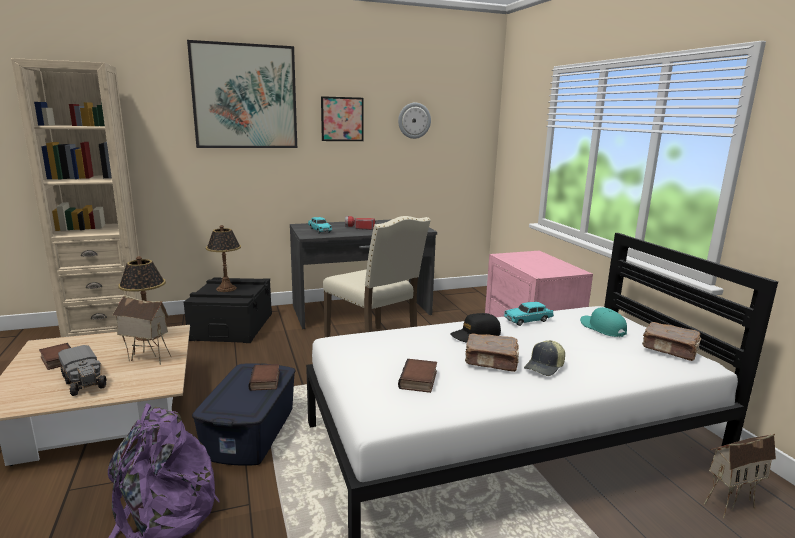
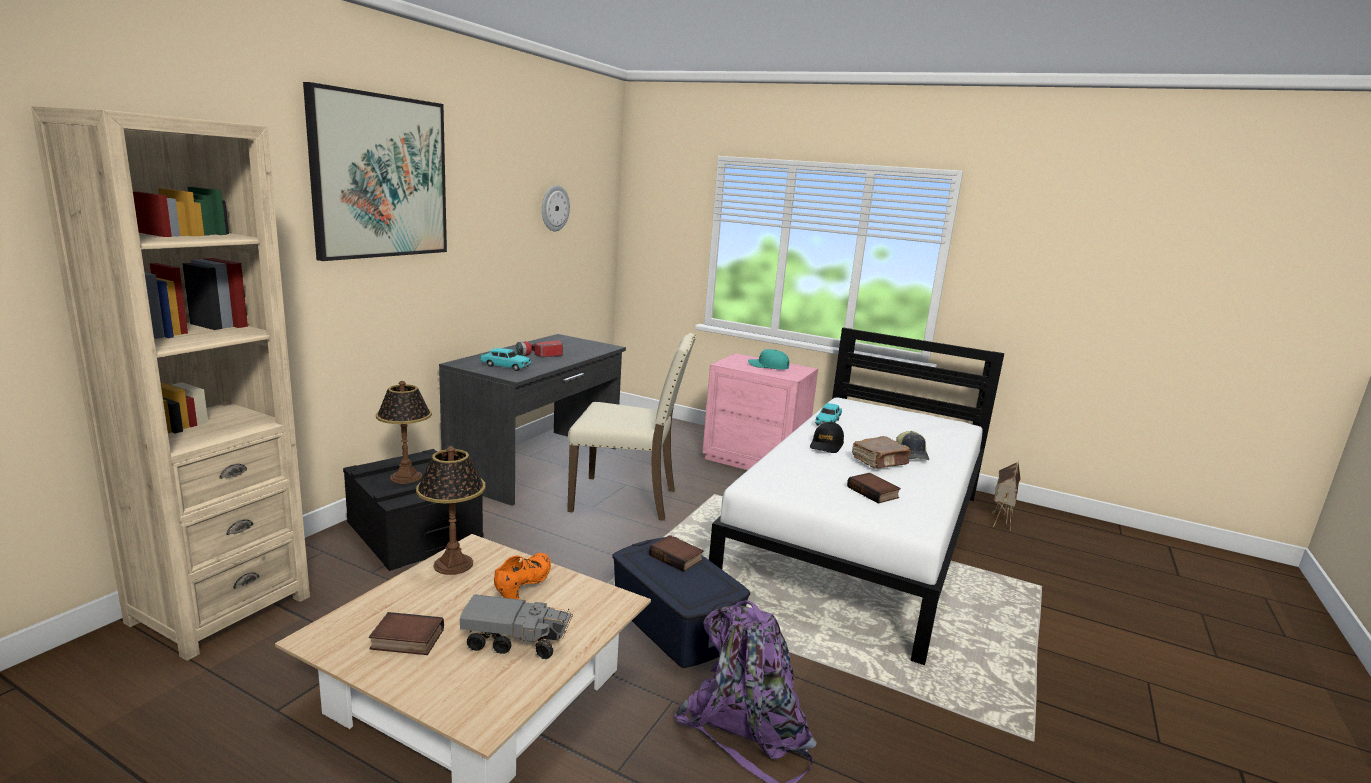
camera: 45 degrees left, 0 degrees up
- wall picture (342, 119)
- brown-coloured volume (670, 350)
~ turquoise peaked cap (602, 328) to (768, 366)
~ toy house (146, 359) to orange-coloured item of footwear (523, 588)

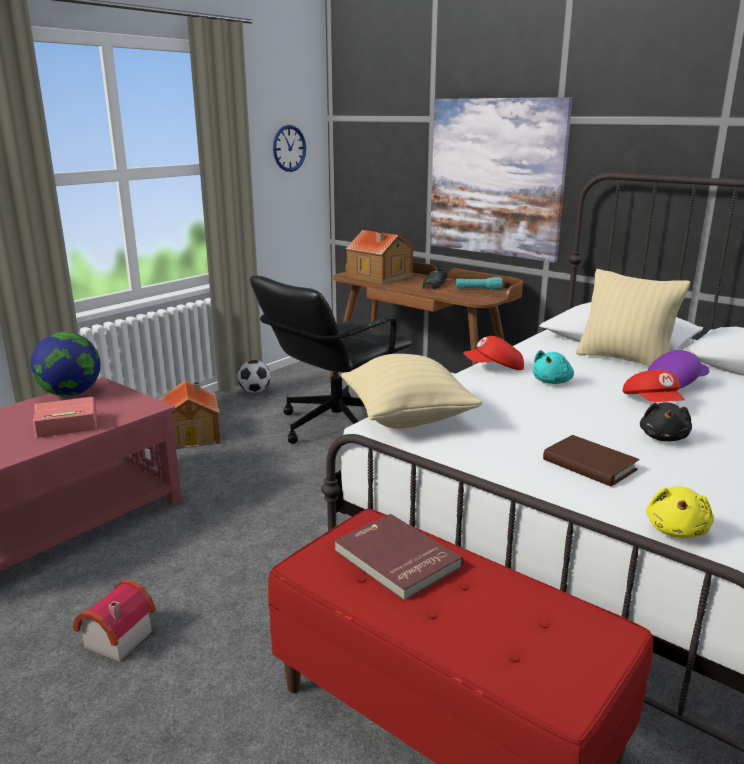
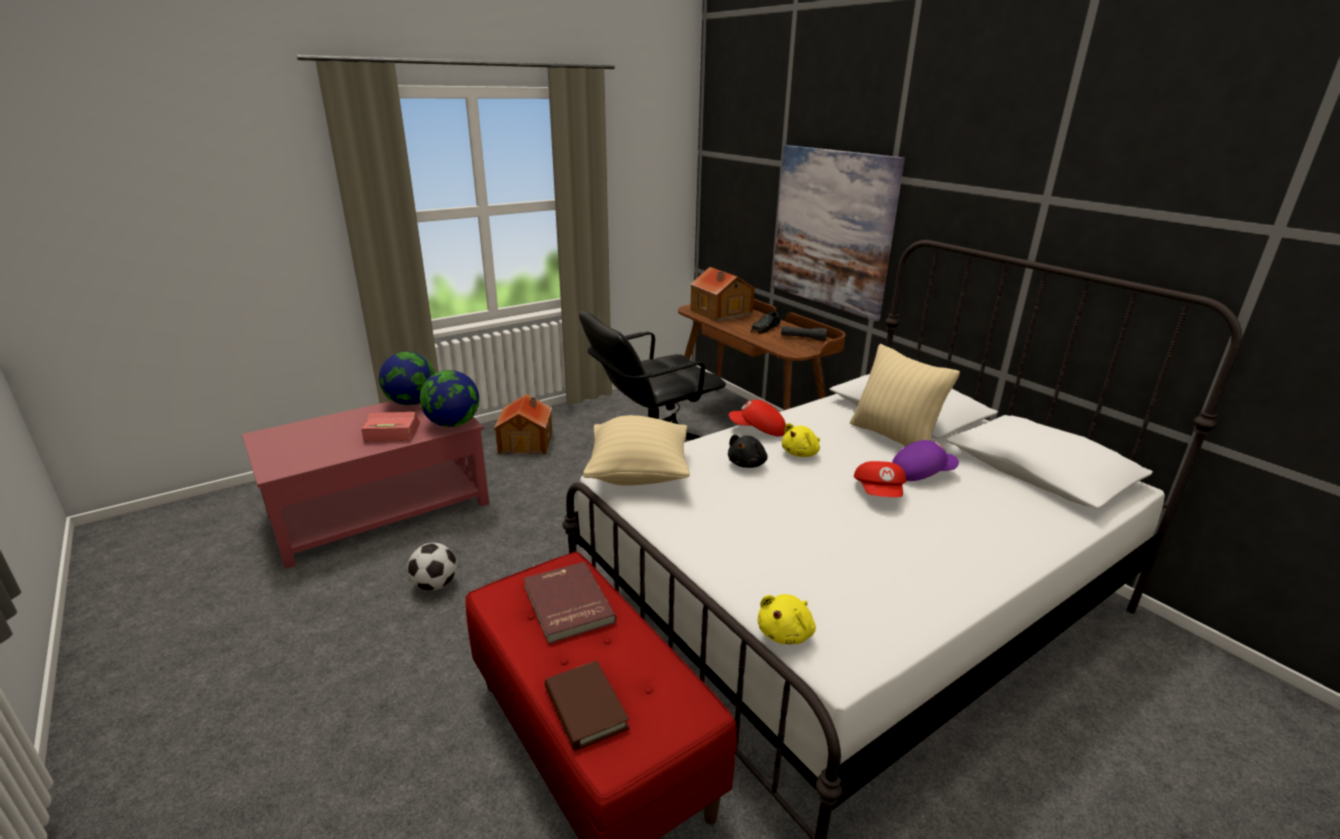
camera: 15 degrees right, 5 degrees up
- toy house (114, 639)
- clock on the wall (289, 148)
+ world globe (453, 424)
~ ball for football (254, 391) to (435, 585)
~ brown-coloured volume (589, 465) to (585, 708)
~ black soft toy (663, 437) to (747, 464)
~ turquoise hand torch (478, 289) to black hand torch (803, 338)
~ turquoise soft toy (552, 382) to yellow soft toy (801, 453)

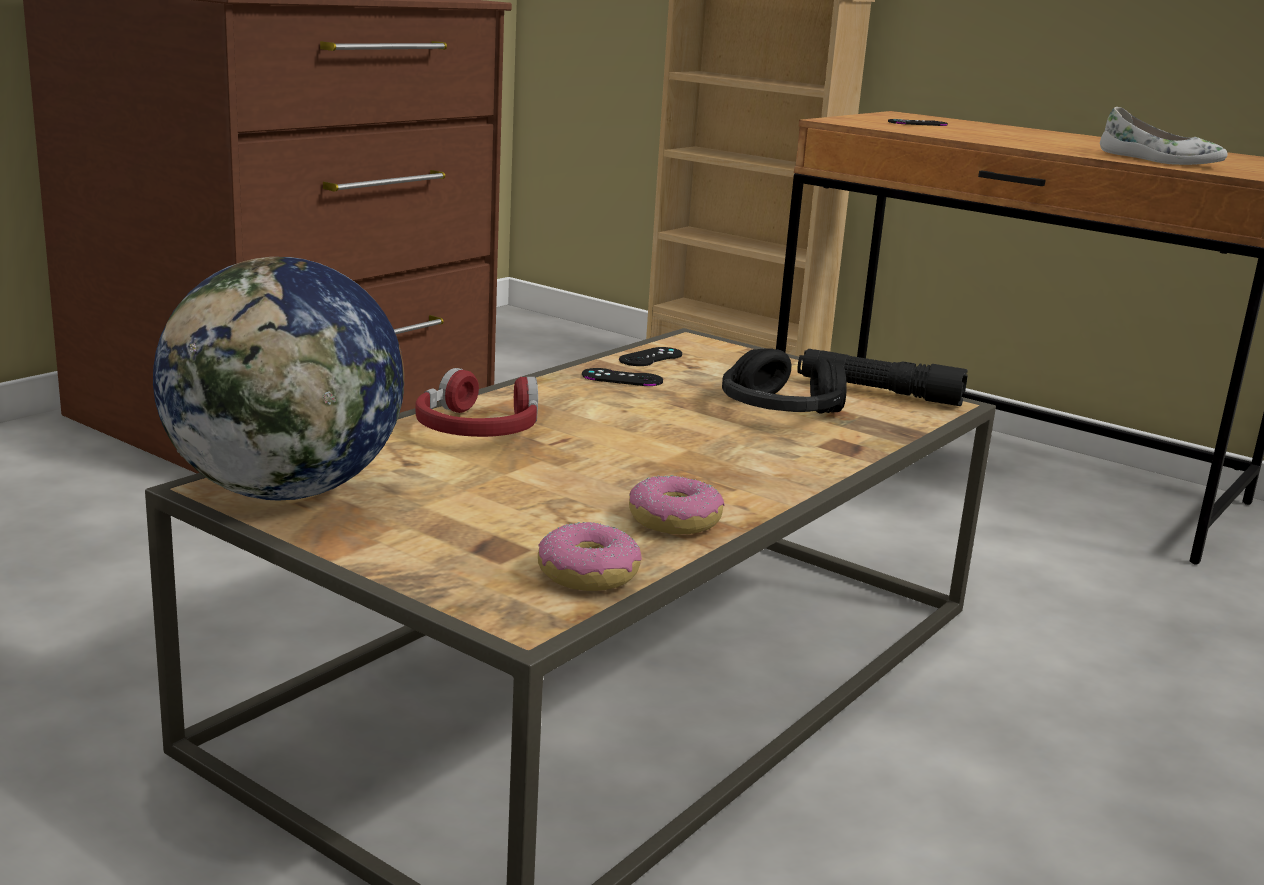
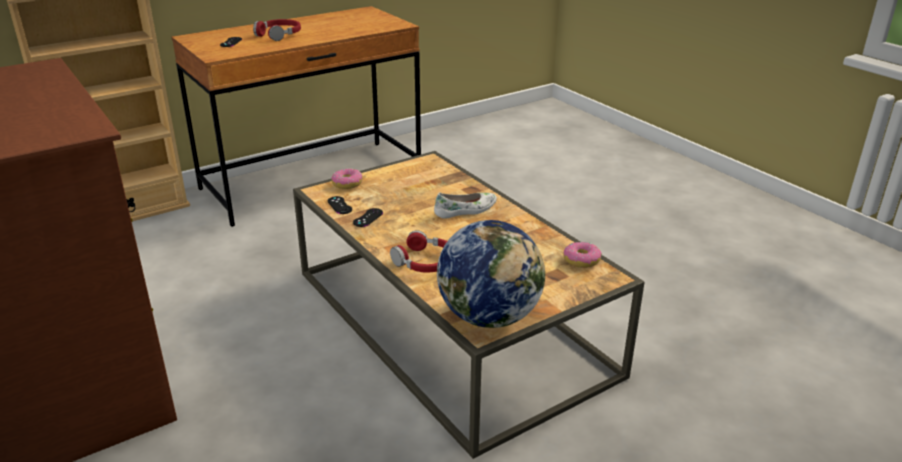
camera: 70 degrees left, 10 degrees up
- black headphones (780, 411)
- black hand torch (878, 392)
+ red headphones (279, 35)
~ ring doughnut (675, 521) to (347, 184)
~ white-coloured item of footwear (1158, 160) to (466, 210)

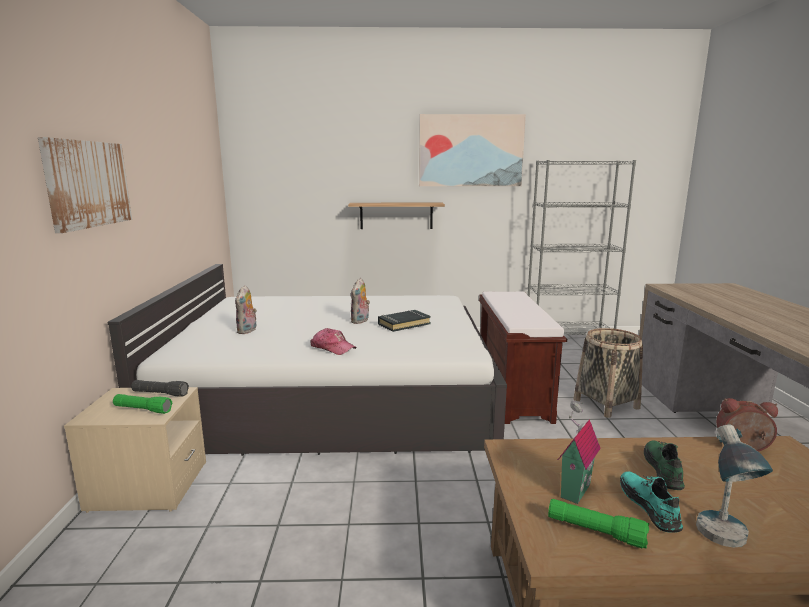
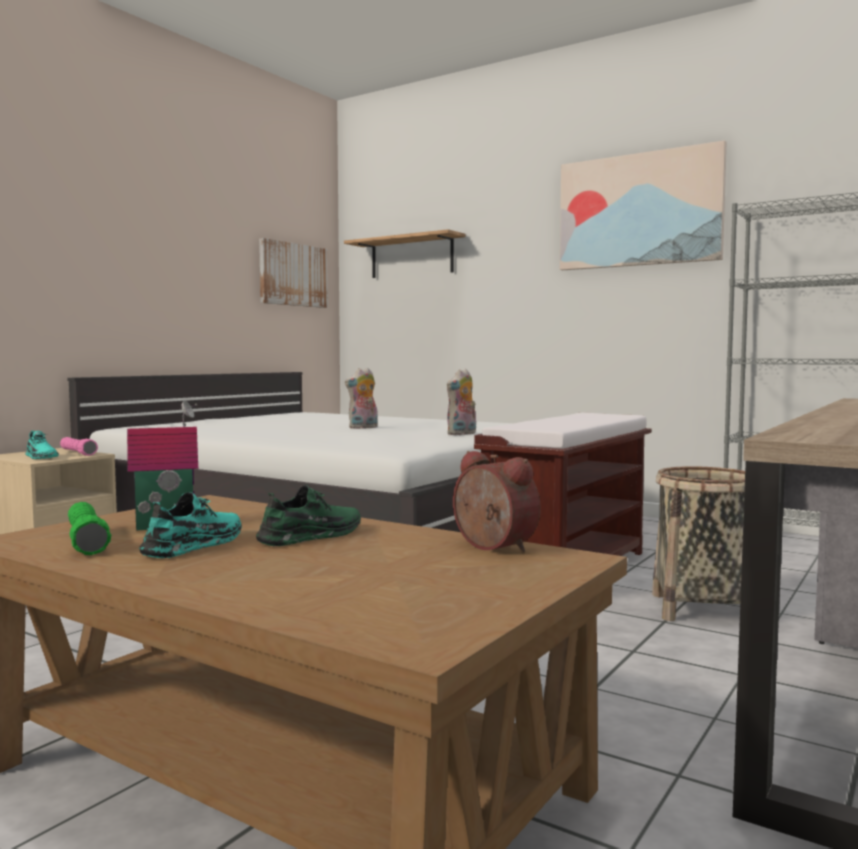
camera: 35 degrees right, 10 degrees down
- peaked cap (332, 348)
- black volume (404, 324)
- tabletop lamp (721, 544)
~ wall picture (87, 184) to (293, 274)
~ soft toy (247, 331) to (462, 434)
~ shelf (396, 215) to (412, 257)
~ greenish hand torch (143, 410) to turquoise item of footwear (41, 457)
~ black hand torch (160, 394) to pink hand torch (78, 453)

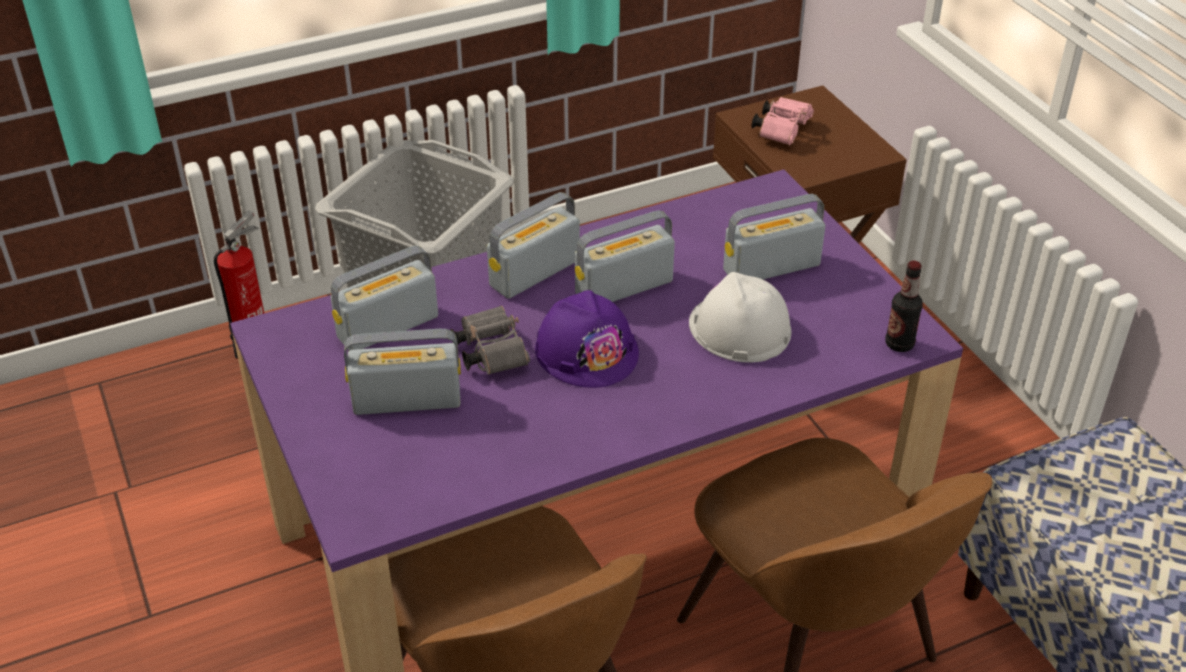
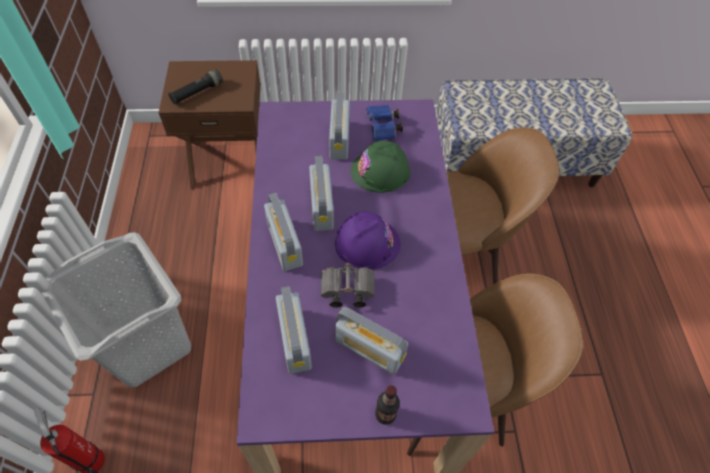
camera: 70 degrees left, 15 degrees up
+ blue pair of binoculars (383, 129)
~ bottle (899, 344) to (385, 414)
~ pink pair of binoculars (782, 130) to black hand torch (197, 93)
~ white-coloured hard hat (739, 328) to greenish hard hat (380, 171)
~ radio (406, 400) = (369, 349) 75 degrees counterclockwise

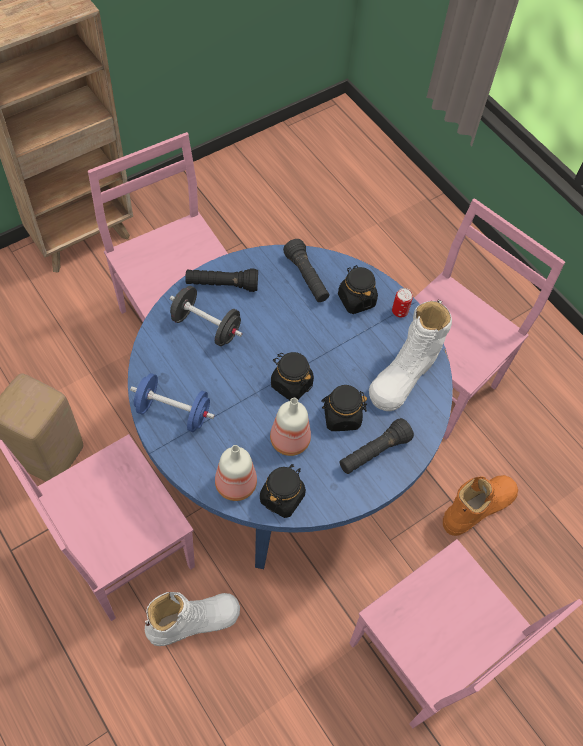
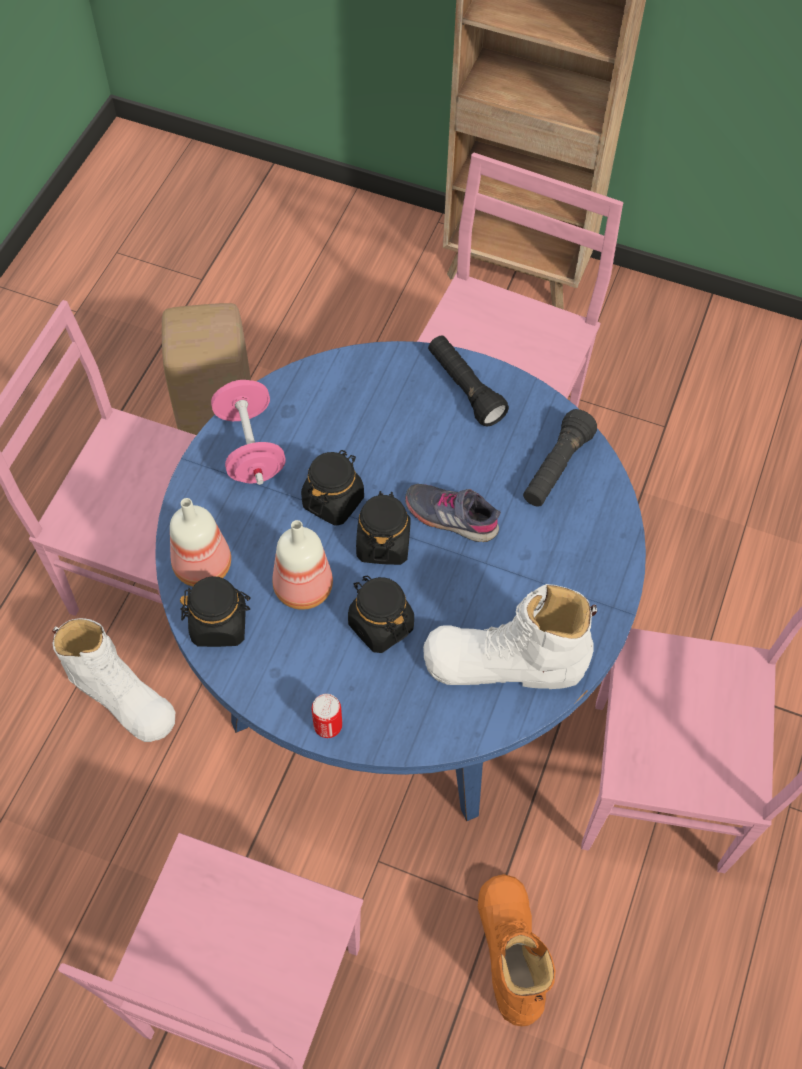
camera: 60 degrees right, 0 degrees up
- black dumbbell (206, 326)
- black hand torch (374, 453)
+ grey item of footwear (451, 516)
~ black jar (356, 300) to (333, 501)
~ sealed can (399, 311) to (328, 726)
~ blue dumbbell (173, 412) to pink dumbbell (250, 448)
~ orange-coloured tall boot (478, 507) = (510, 952) 120 degrees counterclockwise

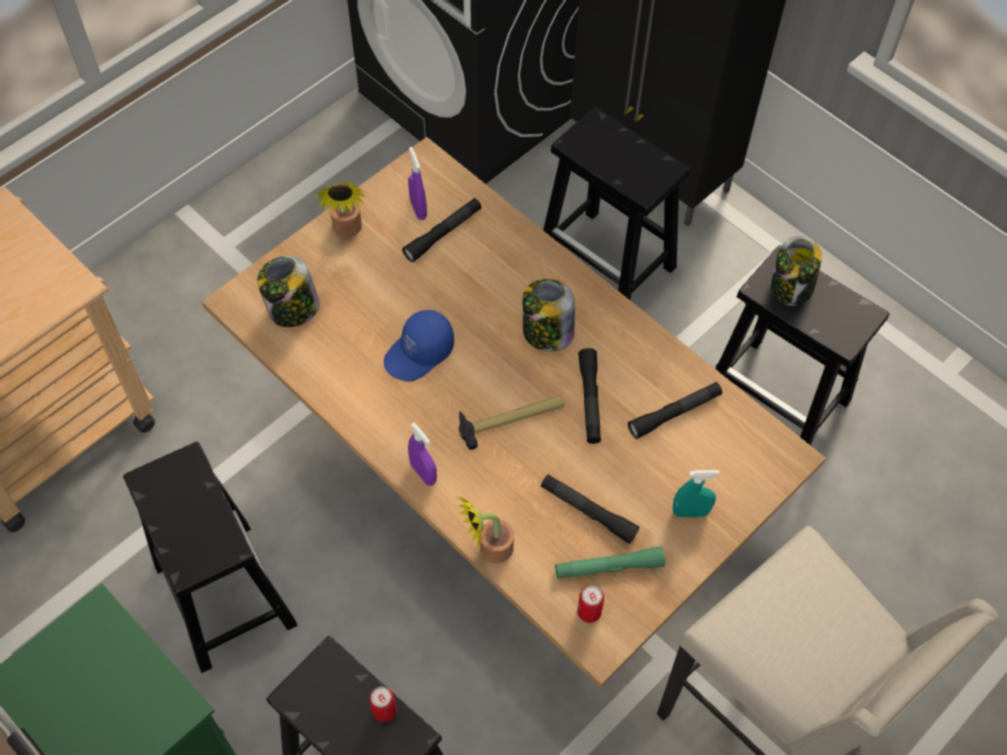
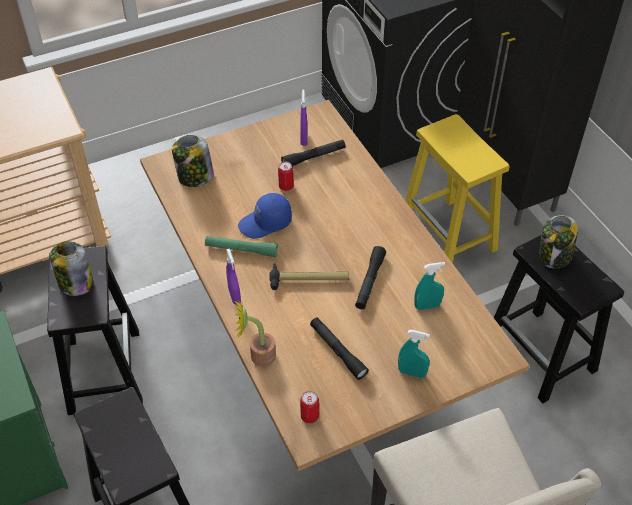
camera: 20 degrees right, 10 degrees down
- potted plant (347, 231)
~ sealed can (384, 710) to (286, 186)
~ jar (546, 333) to (75, 283)
~ greenish hand torch (609, 567) to (241, 250)
~ black hand torch (674, 413) to turquoise sprayer (427, 306)
~ black stool seat (608, 265) to yellow stool seat (449, 236)

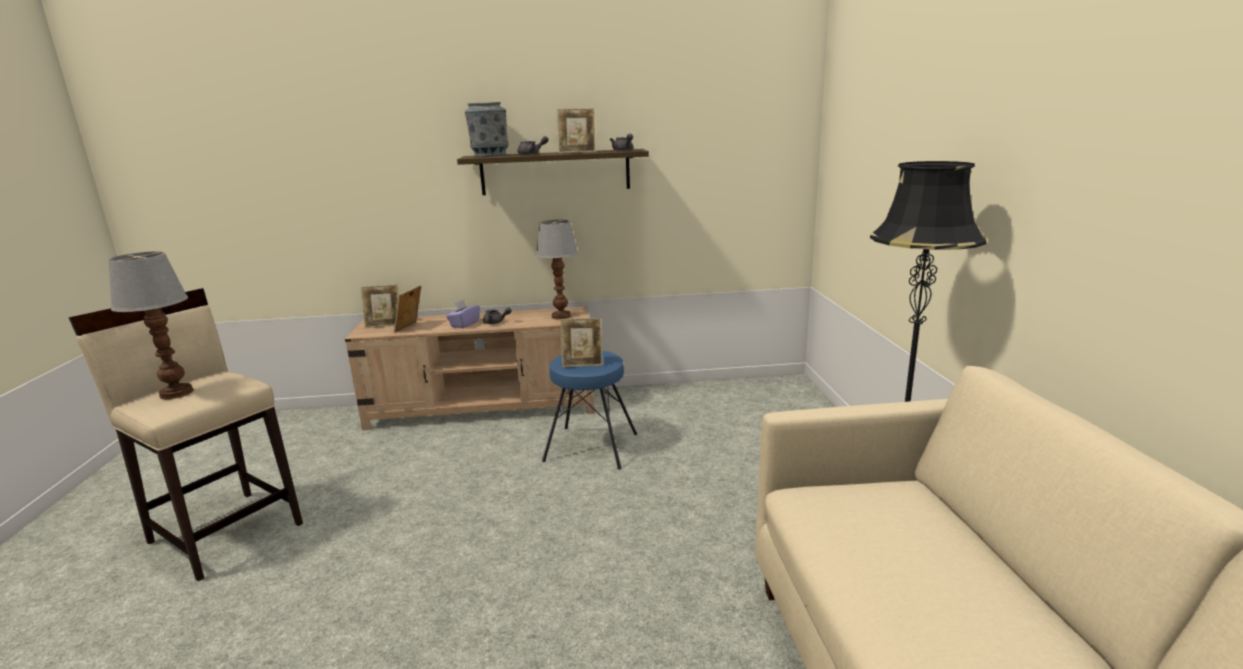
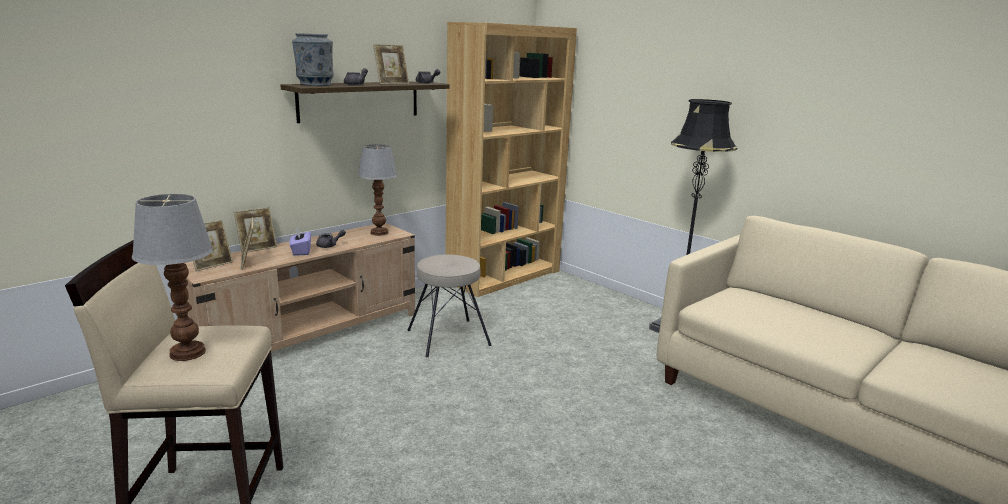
camera: 40 degrees left, 0 degrees up
+ brown-coloured bookshelf (504, 276)
~ photo frame (583, 363) to (257, 248)
~ blue stool seat (591, 446) to beige-coloured stool seat (448, 337)

